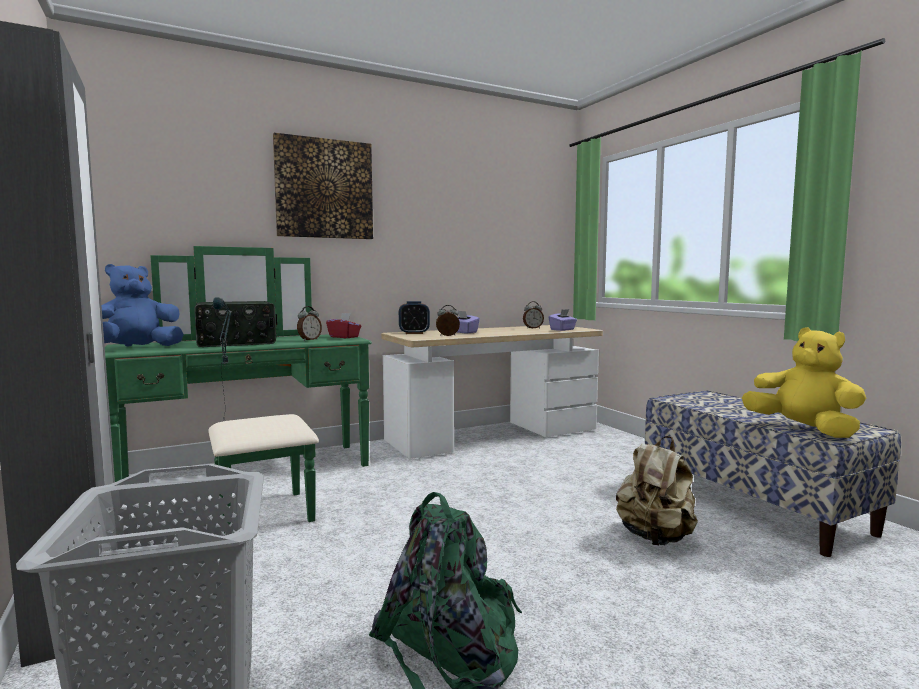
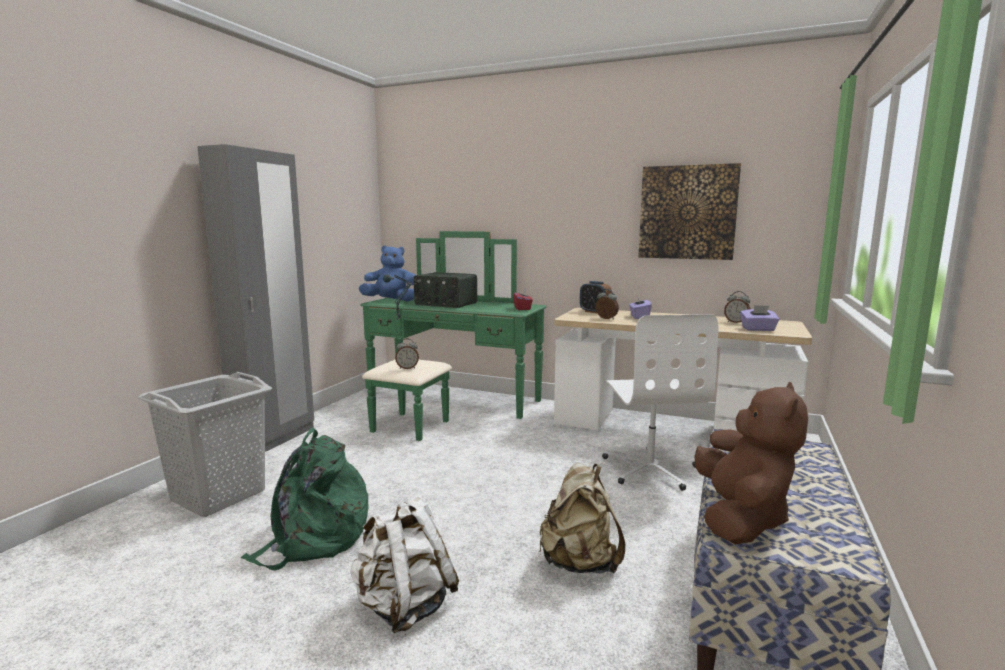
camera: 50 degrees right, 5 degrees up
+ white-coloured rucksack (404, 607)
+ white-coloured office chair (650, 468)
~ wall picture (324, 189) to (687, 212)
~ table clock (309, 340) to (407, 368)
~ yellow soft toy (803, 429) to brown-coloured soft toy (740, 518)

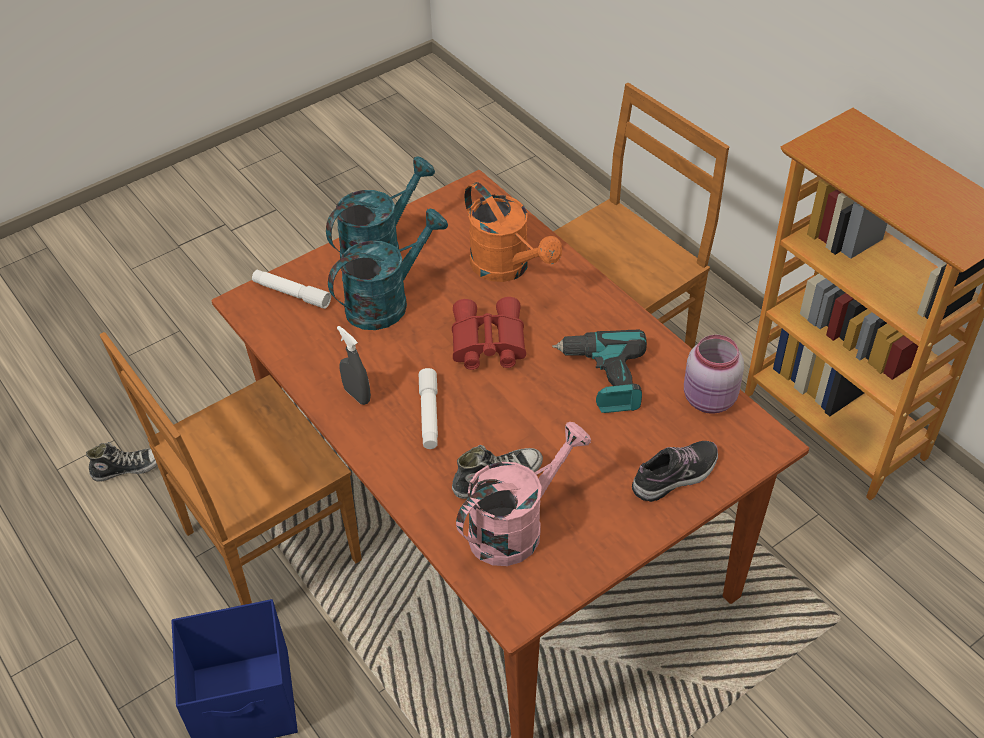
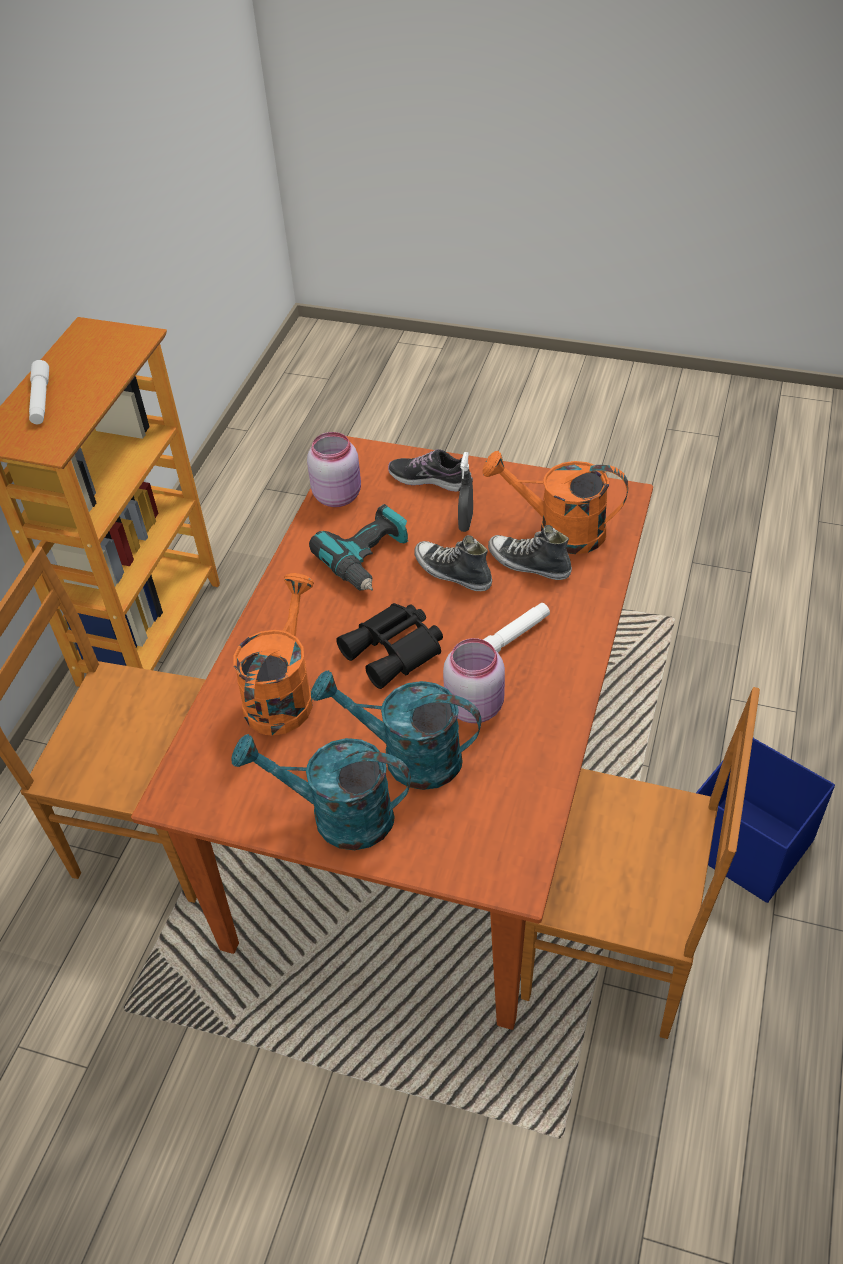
camera: 125 degrees left, 0 degrees up
+ pink jar (475, 705)
~ item of footwear (128, 468) to (452, 572)
~ white-coloured hand torch (292, 294) to (41, 399)
~ grey sprayer (357, 395) to (465, 522)
~ red pair of binoculars (486, 343) to black pair of binoculars (395, 651)
~ pink watering can (516, 526) to orange-coloured watering can (559, 531)

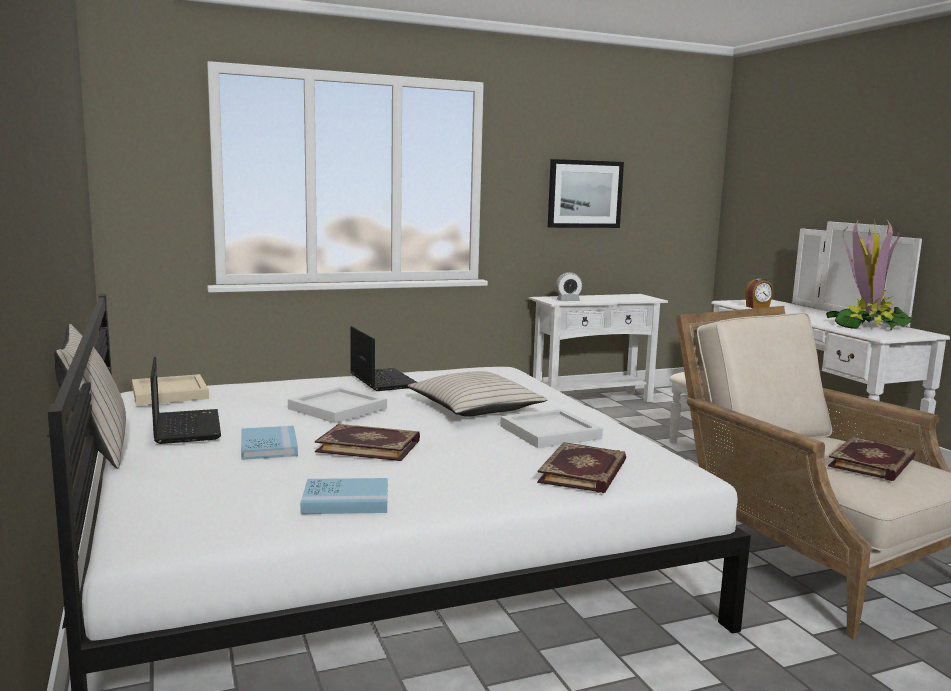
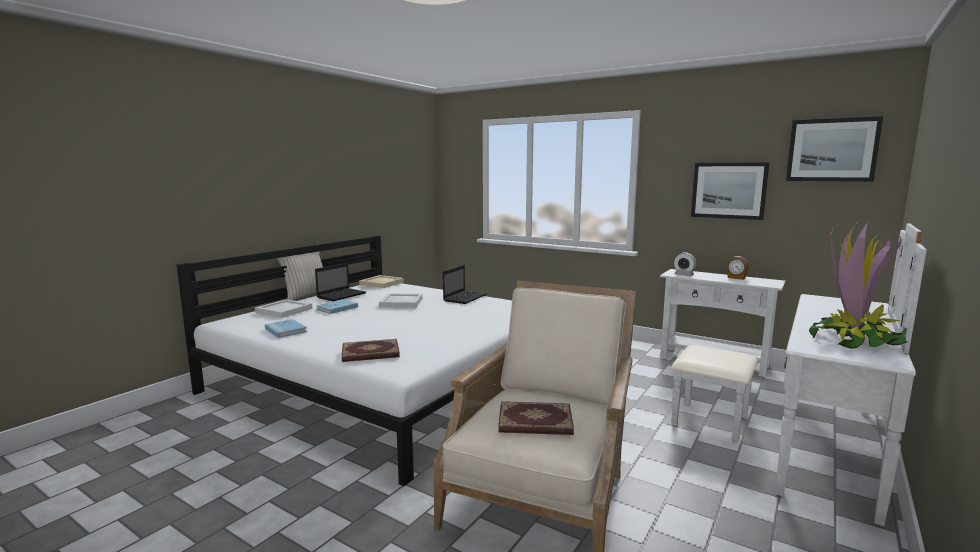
camera: 55 degrees right, 0 degrees up
- volume (369, 446)
- beige-coloured throw pillow (475, 408)
+ wall picture (832, 150)
~ white-coloured tray (548, 432) to (284, 310)
~ table clock (757, 307) to (736, 278)

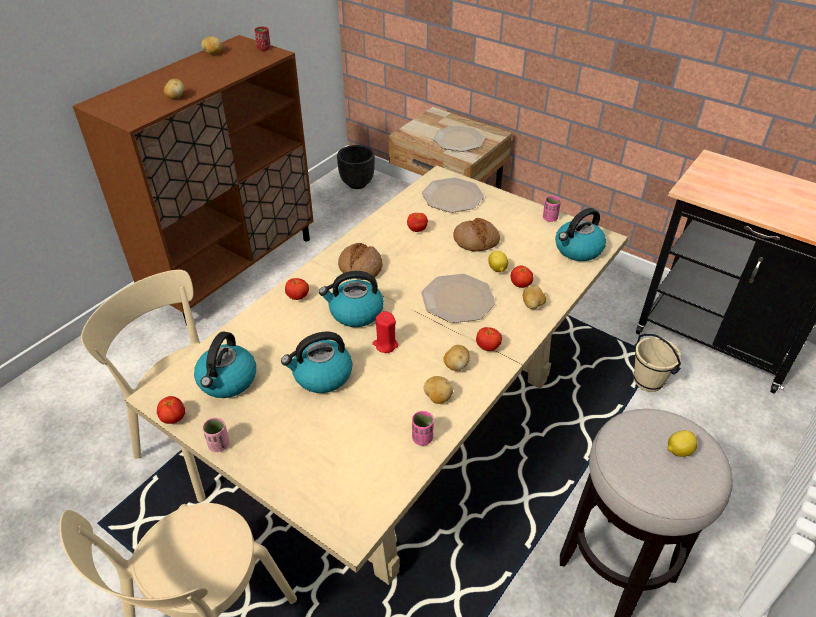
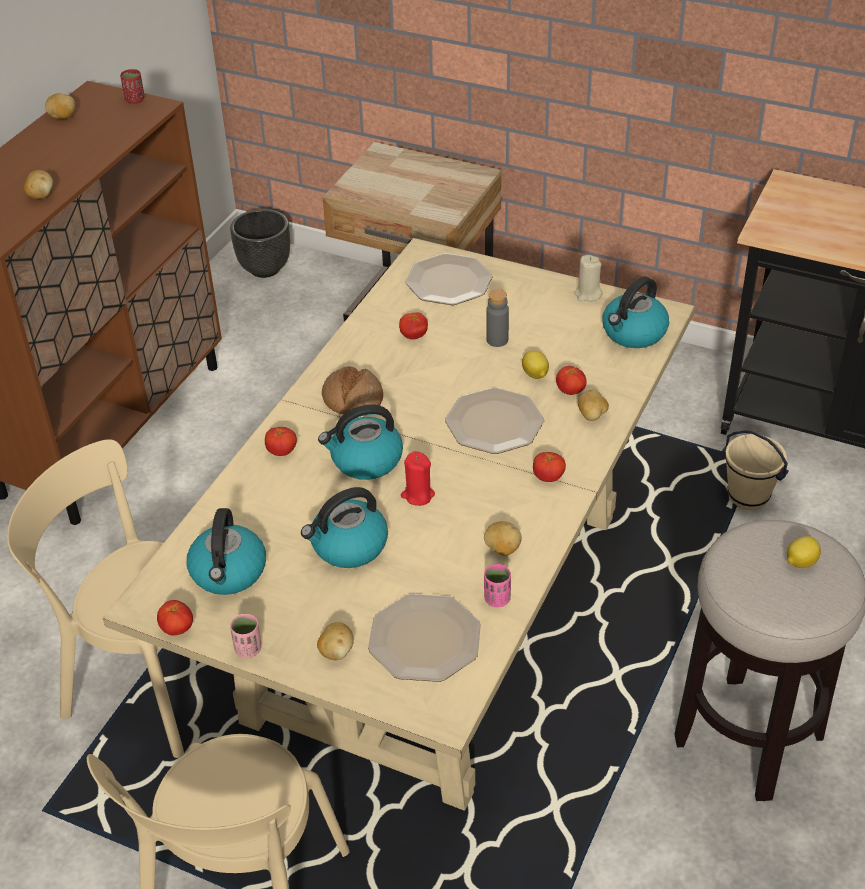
camera: 10 degrees left, 0 degrees up
~ flat dish (459, 140) to (425, 639)
~ spud (456, 365) to (336, 651)
~ baked bread (476, 241) to grey bottle (497, 340)
~ pink drinking cup (550, 218) to beige-coloured candle (587, 294)

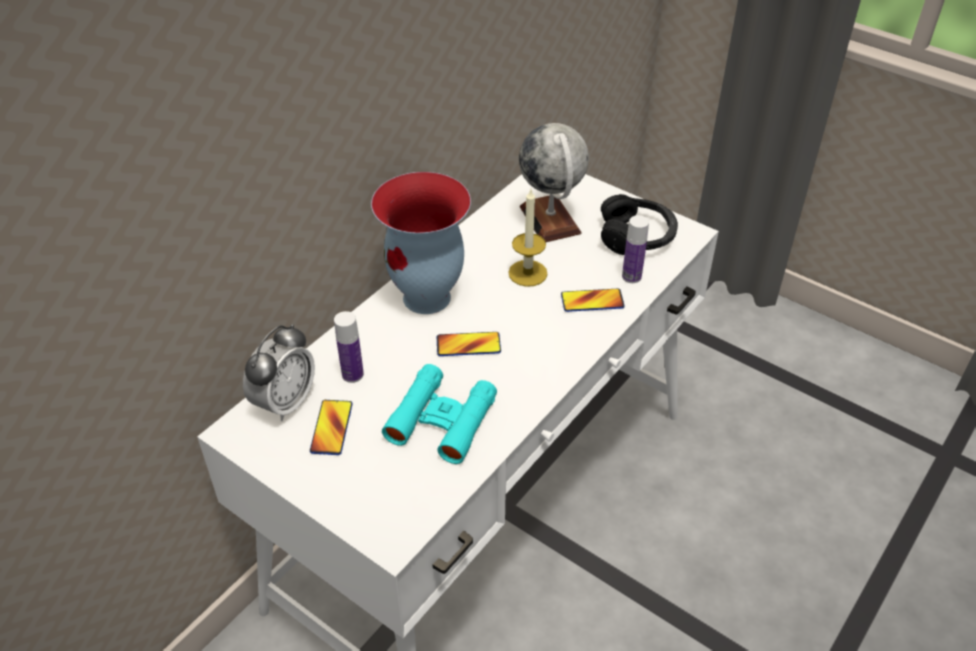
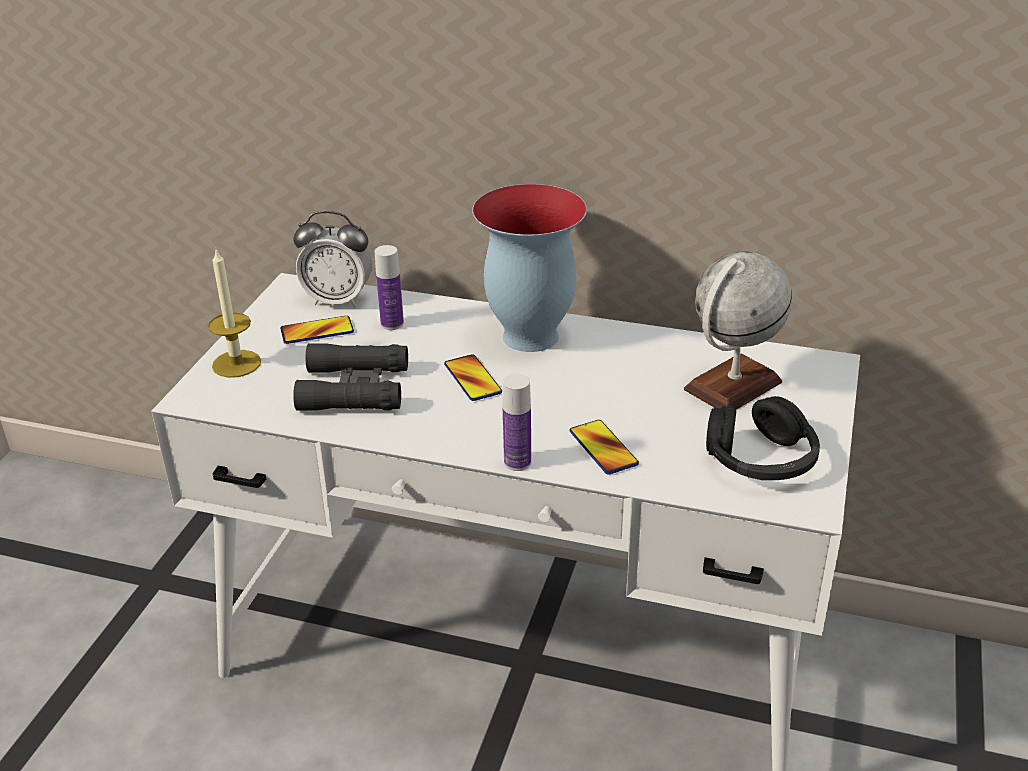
camera: 70 degrees right, 10 degrees down
~ candle (527, 273) to (236, 364)
~ bottle (631, 276) to (517, 462)
~ turquoise pair of binoculars (441, 420) to black pair of binoculars (354, 388)

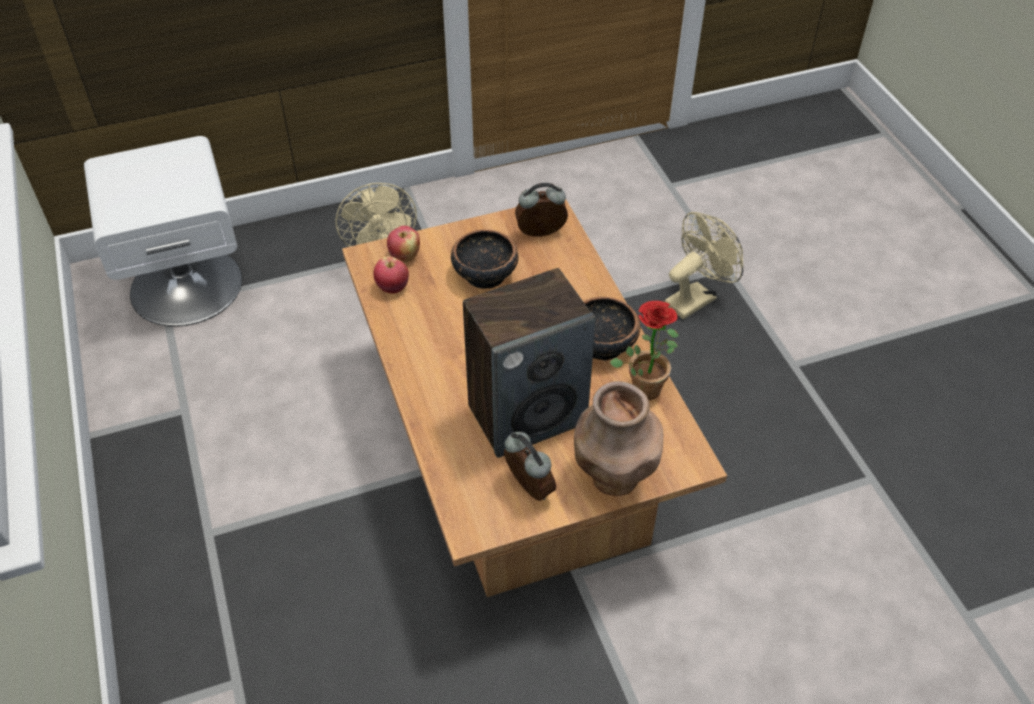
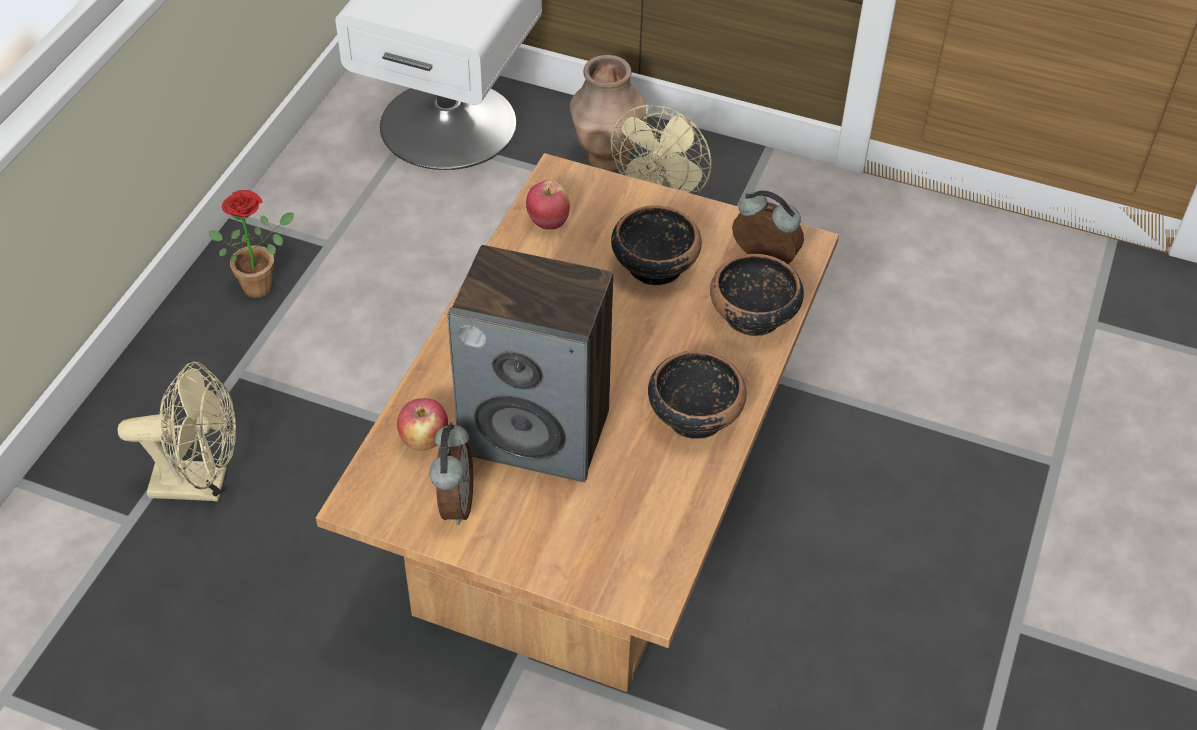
camera: 40 degrees right, 0 degrees up
+ bowl (753, 316)
~ whole apple (404, 256) to (424, 440)
~ brown-coloured flower vase (613, 478) to (607, 158)
~ potted plant (646, 384) to (263, 283)
~ beige-coloured fan (695, 298) to (201, 483)

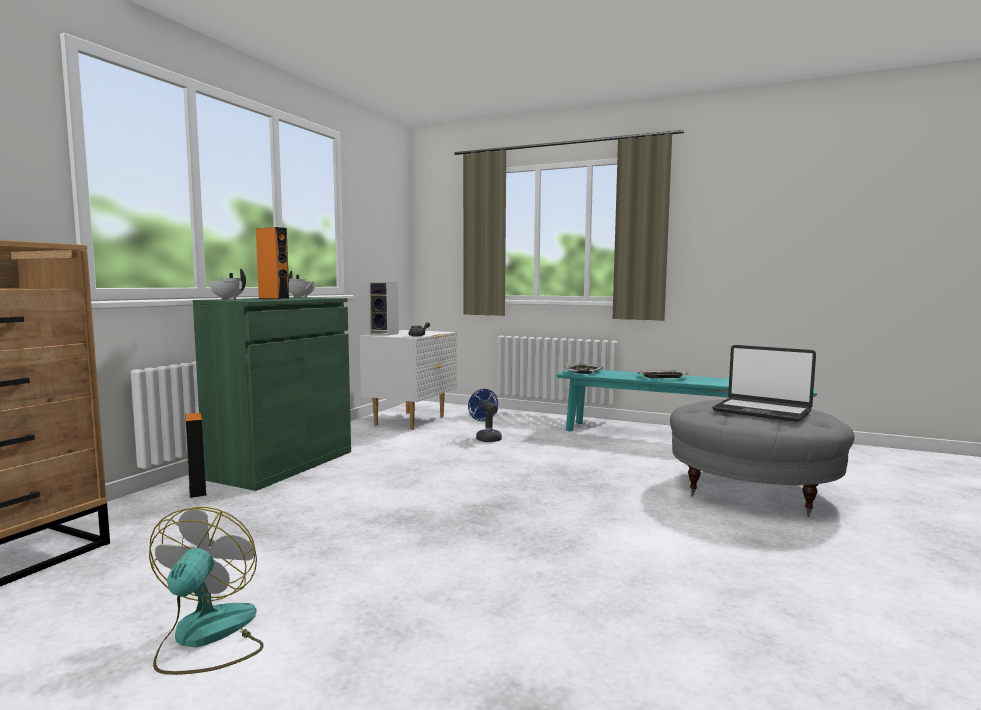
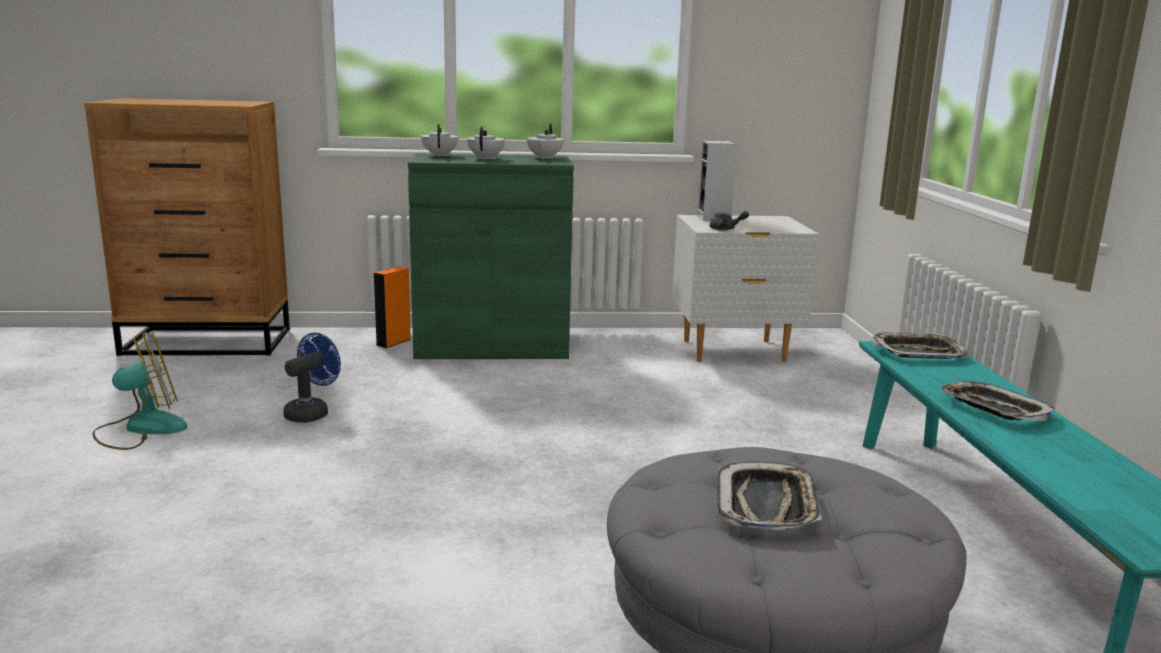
camera: 60 degrees right, 10 degrees up
~ blue fan (486, 438) to (311, 412)
~ orange-coloured speaker (273, 298) to white-coloured teapot (486, 158)
~ portable computer (762, 411) to tray (767, 505)

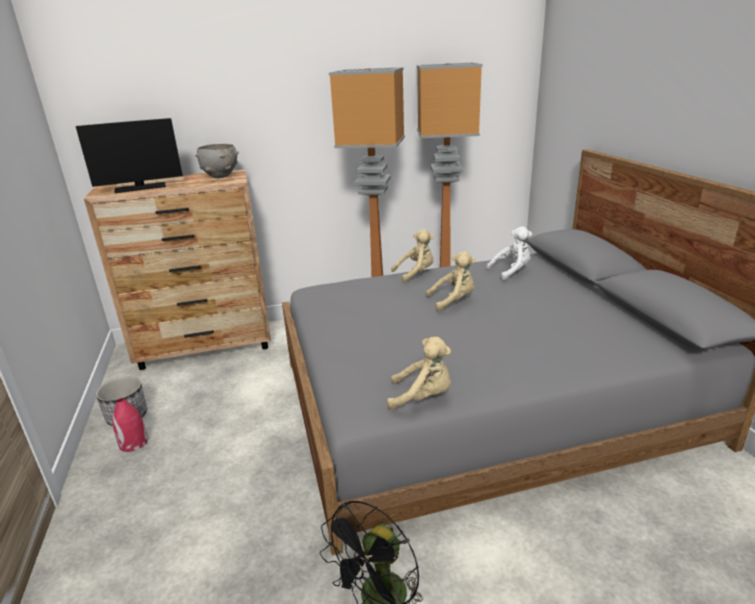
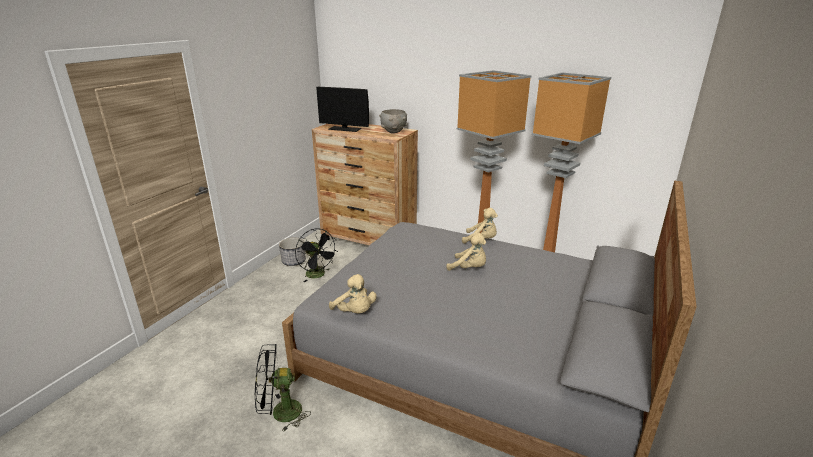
camera: 40 degrees right, 0 degrees up
- red flower vase (133, 443)
- white-coloured soft toy (511, 271)
+ black fan (318, 275)

